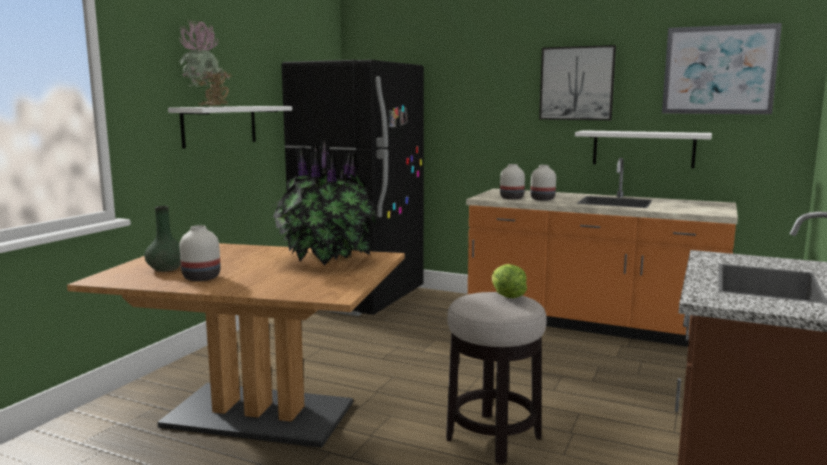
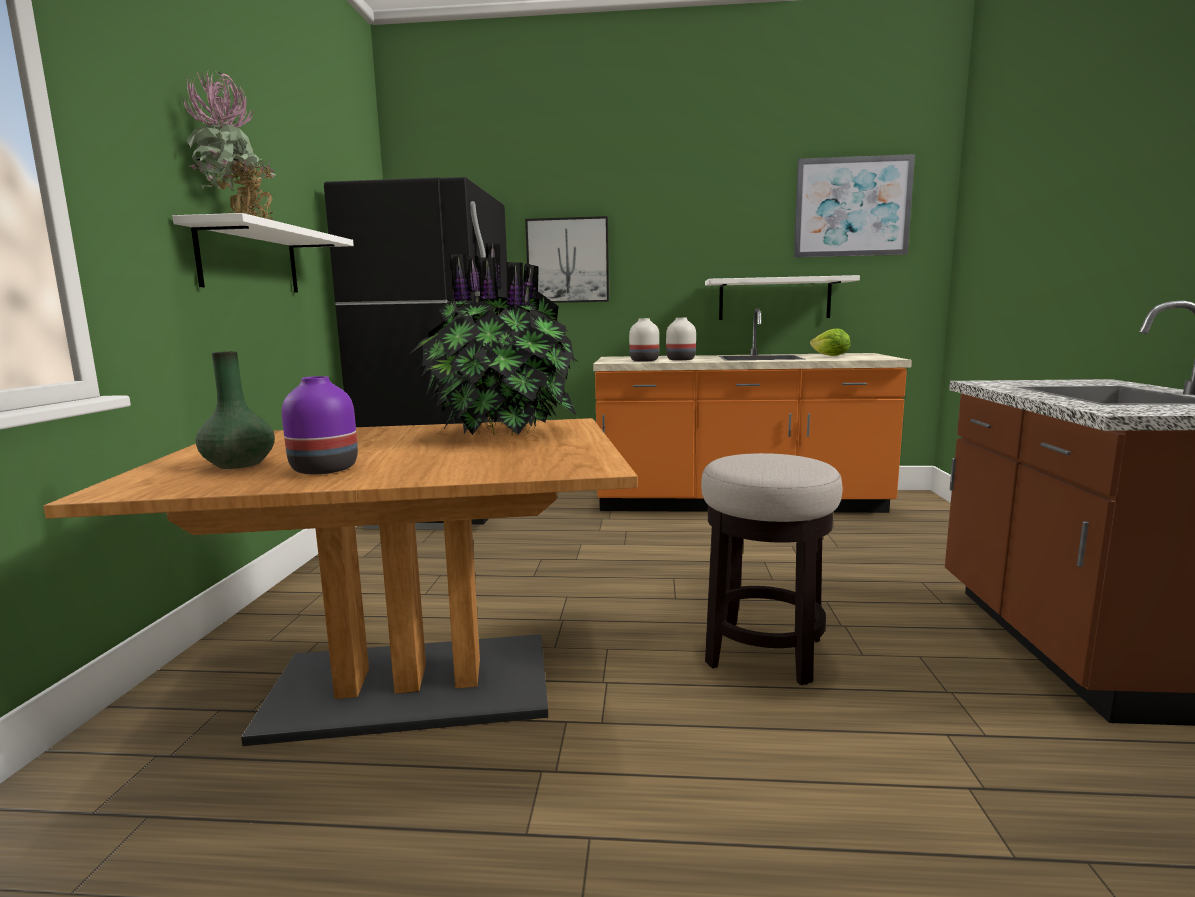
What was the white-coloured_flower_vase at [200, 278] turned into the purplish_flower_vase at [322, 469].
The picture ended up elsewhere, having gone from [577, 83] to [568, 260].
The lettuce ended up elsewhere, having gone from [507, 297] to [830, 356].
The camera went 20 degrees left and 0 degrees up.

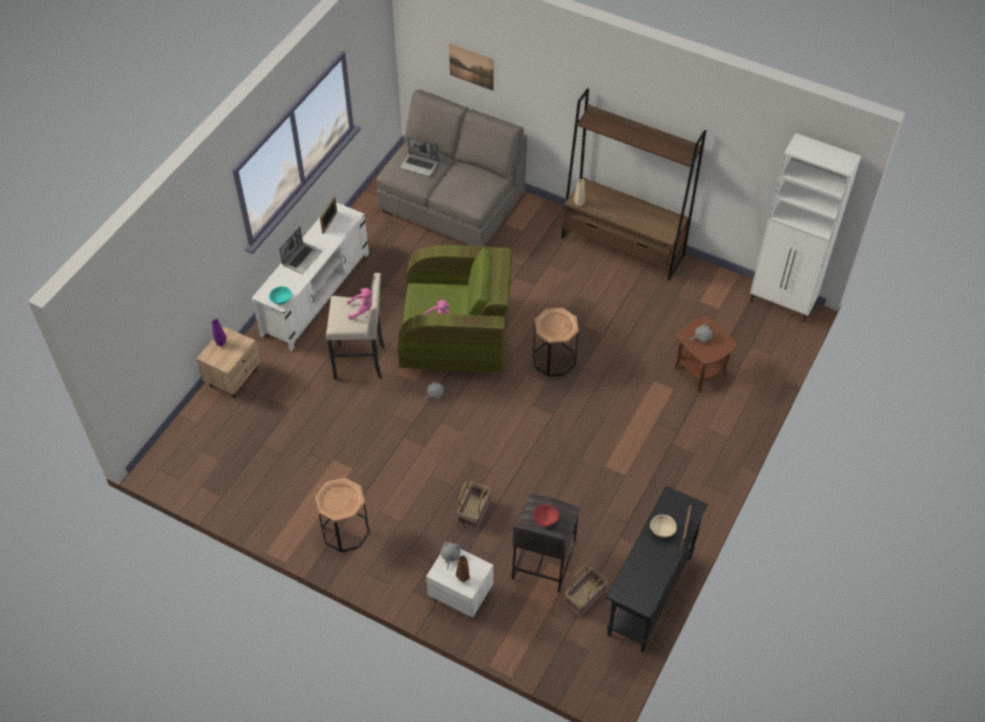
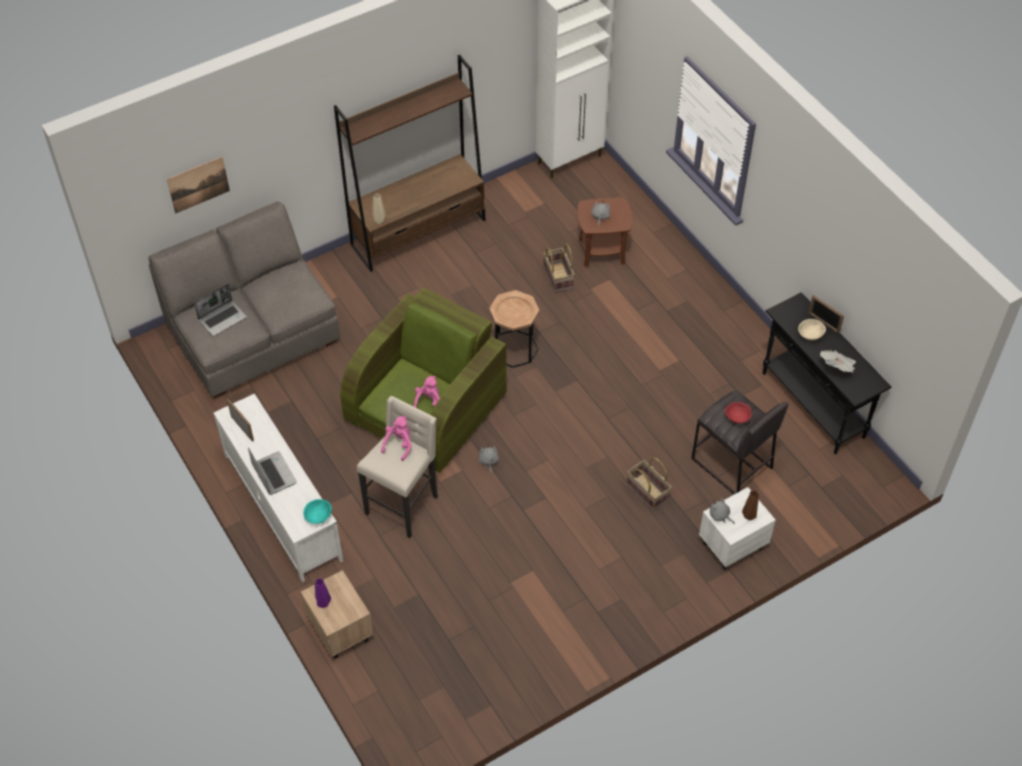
The household_basket ended up elsewhere, having gone from [585, 597] to [558, 278].
The second view gained the printed_paper at [837, 367].
The second view lost the brown-coloured_end_table at [345, 530].
The camera went 60 degrees left and 0 degrees up.

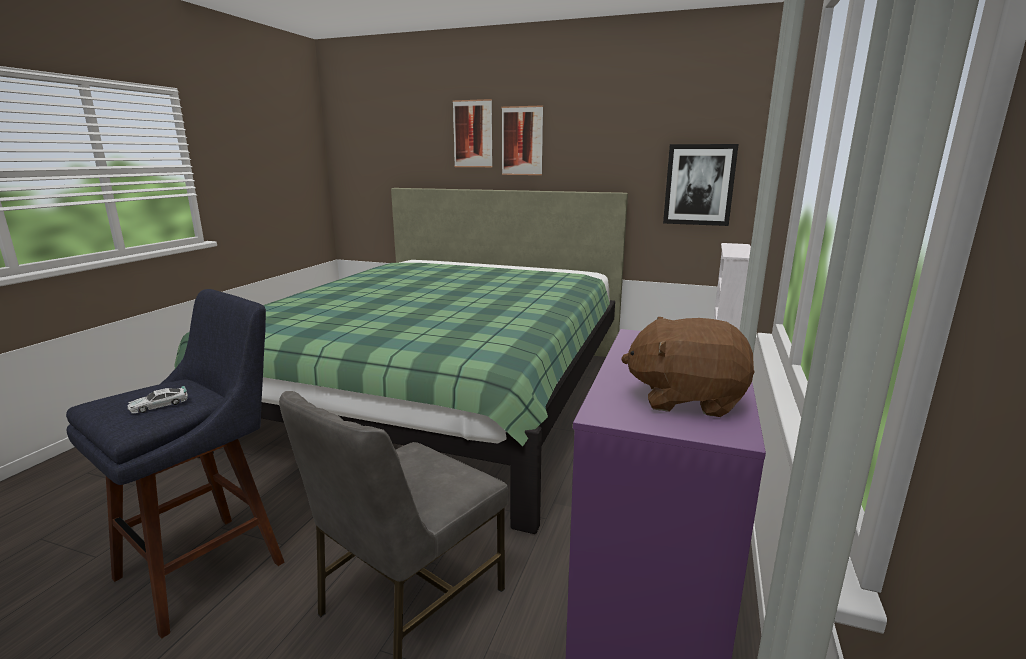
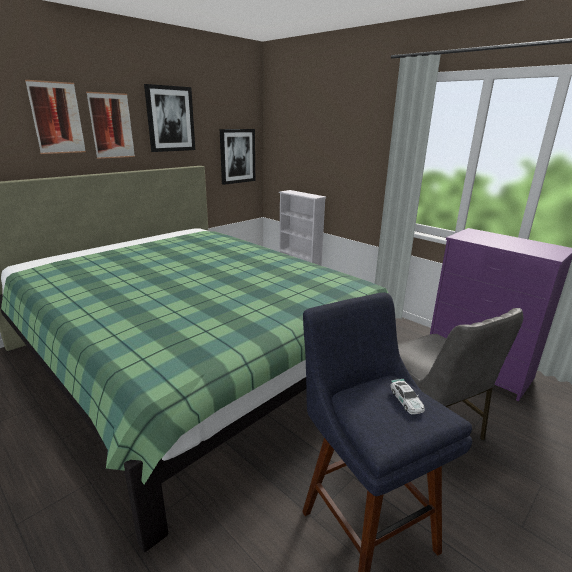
The second view gained the picture at [170, 119].
The second view lost the brown-coloured_plush_toy at [686, 398].
The camera went 65 degrees left and 5 degrees up.

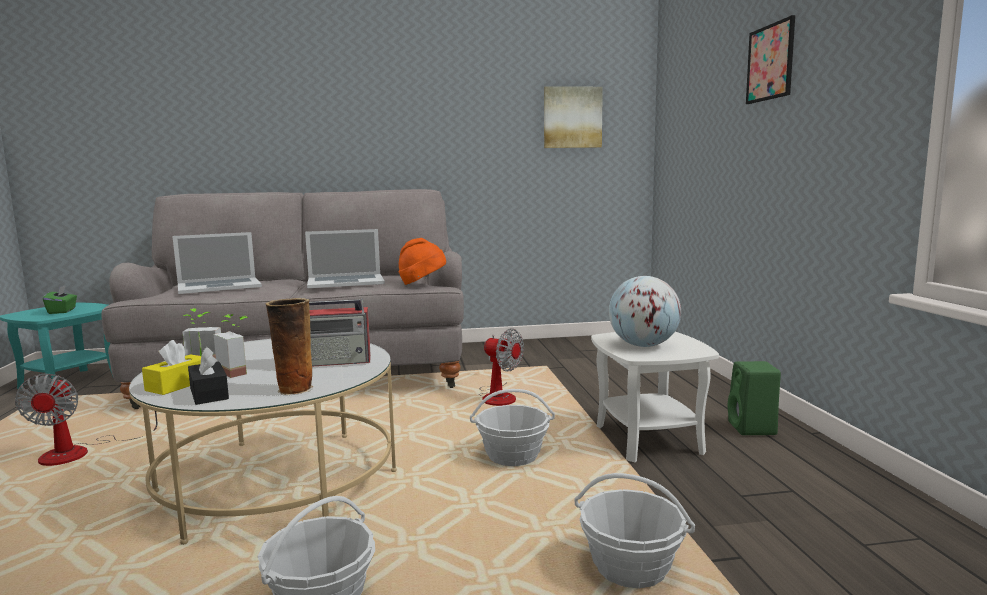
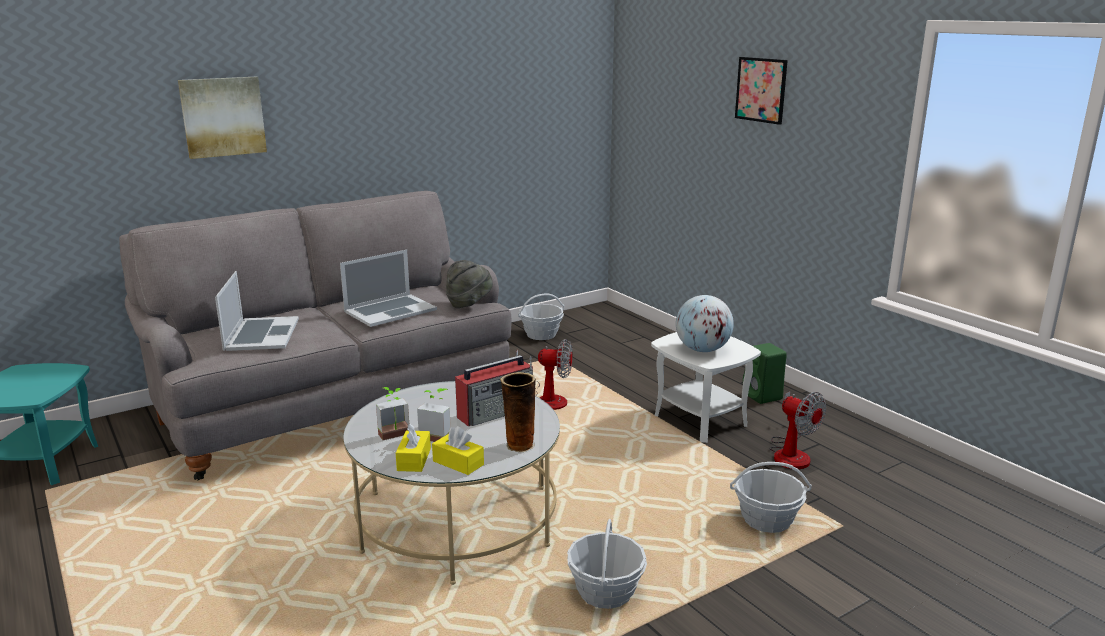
The picture ended up elsewhere, having gone from [572, 117] to [223, 116].
The laptop at [219, 286] ended up facing another way, 45 degrees counterclockwise from before.
What was the black_tissue_holder at [209, 393] turned into the yellow-coloured_tissue_holder at [458, 463].
What was the orangey_hat at [422, 283] turned into the grey_hat at [469, 304].
The household_basket ended up elsewhere, having gone from [513, 457] to [541, 334].
The electric_fan ended up elsewhere, having gone from [82, 452] to [791, 453].
The second view lost the green_tissue_holder at [62, 311].
The camera went 25 degrees left and 10 degrees up.

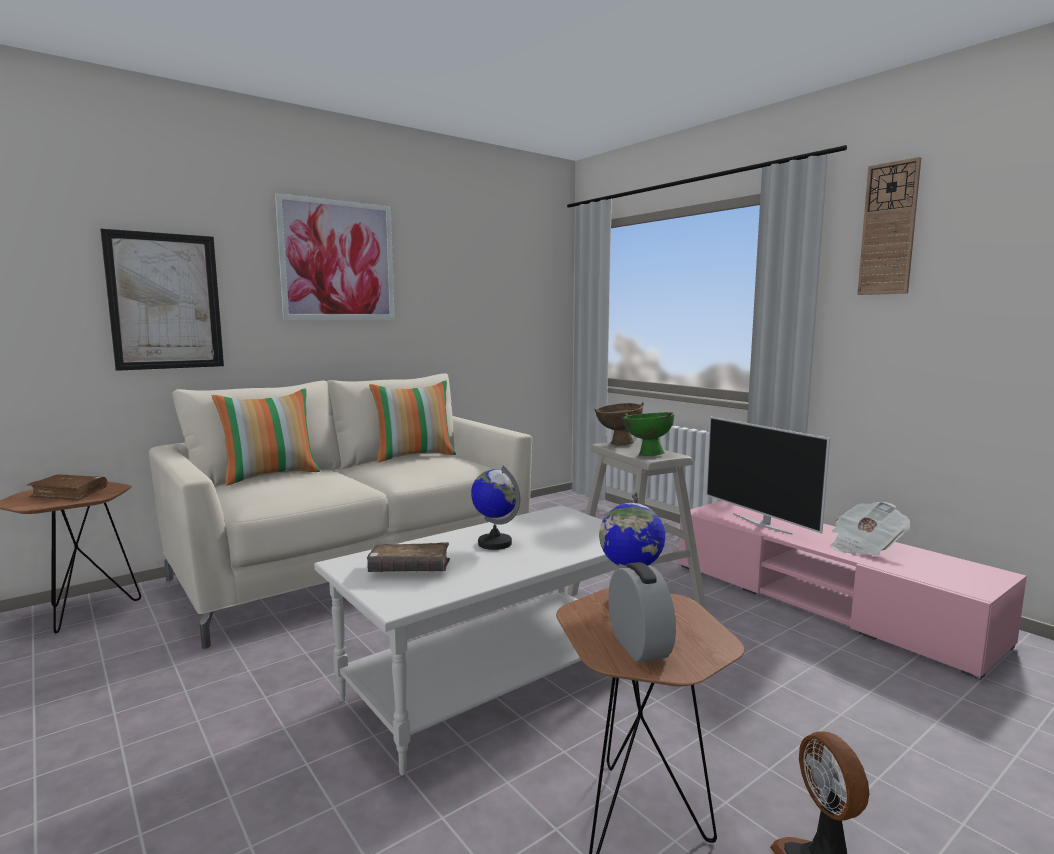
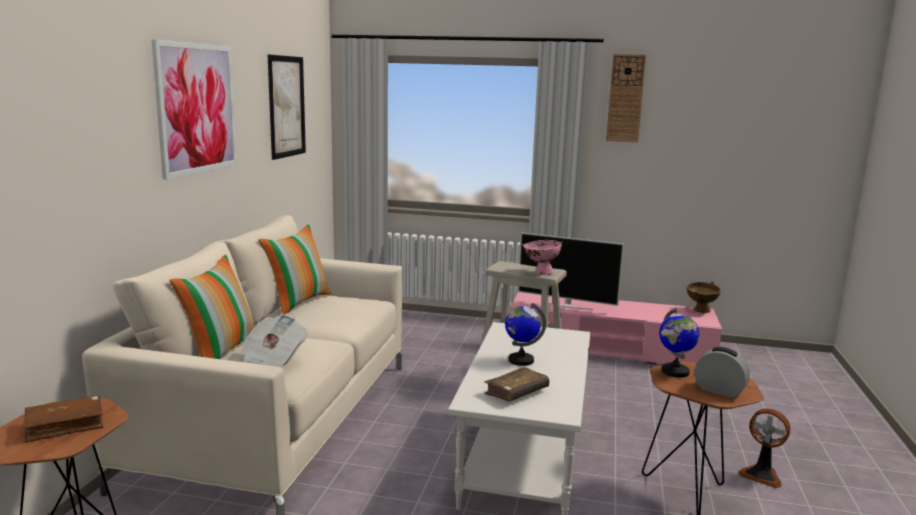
The printed_paper ended up elsewhere, having gone from [864, 547] to [270, 362].
The picture ended up elsewhere, having gone from [165, 301] to [286, 106].
What was the green_deep_dish at [646, 454] turned into the pink_deep_dish at [540, 272].
The brown-coloured_deep_dish ended up elsewhere, having gone from [617, 443] to [700, 311].
The camera went 40 degrees left and 5 degrees up.

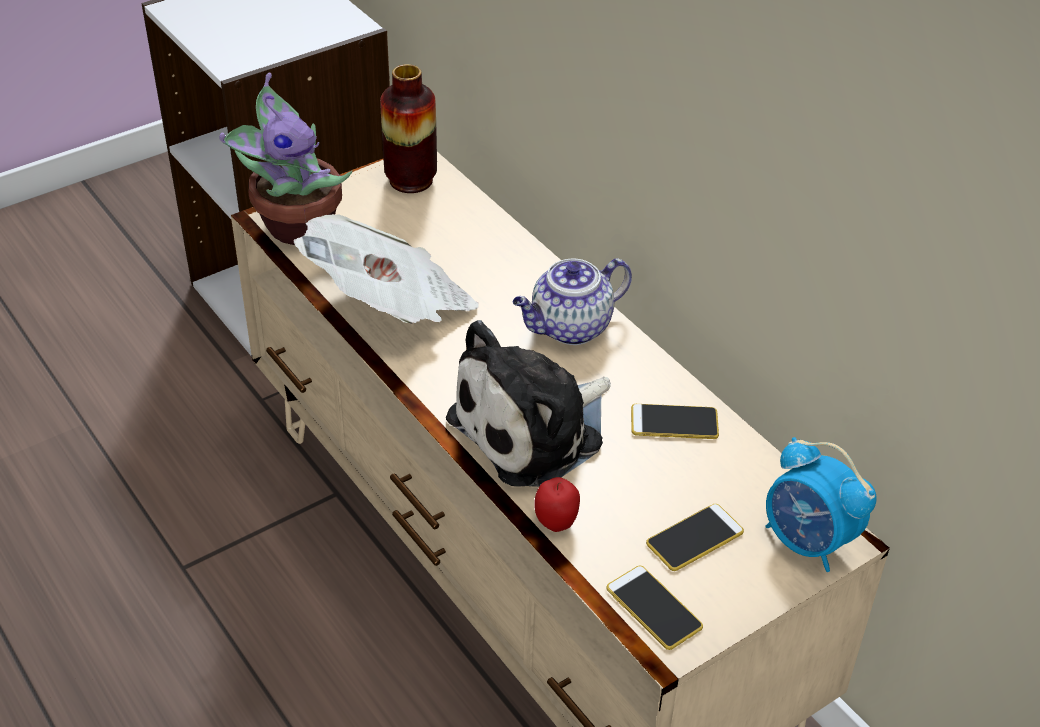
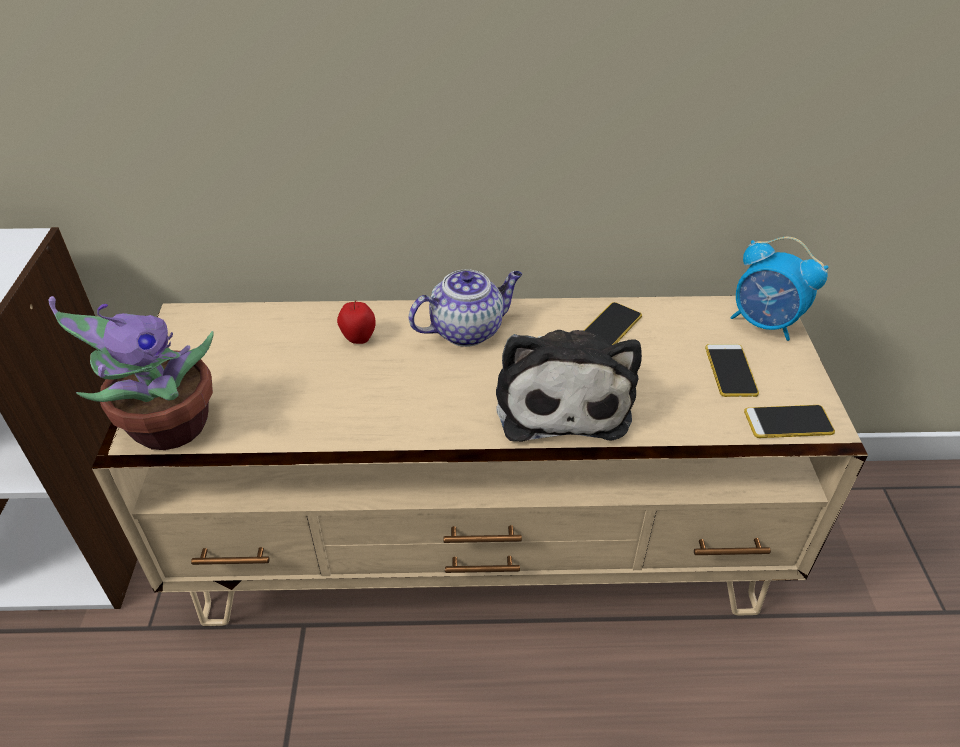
The apple_fruit ended up elsewhere, having gone from [556, 523] to [358, 339].
The pot_for_tea at [570, 328] ended up facing another way, 120 degrees counterclockwise from before.
The bedside_clock at [808, 542] ended up facing another way, 45 degrees clockwise from before.
The second view lost the printed_paper at [391, 306].
The second view lost the flower_vase at [411, 180].
The camera went 55 degrees left and 0 degrees up.

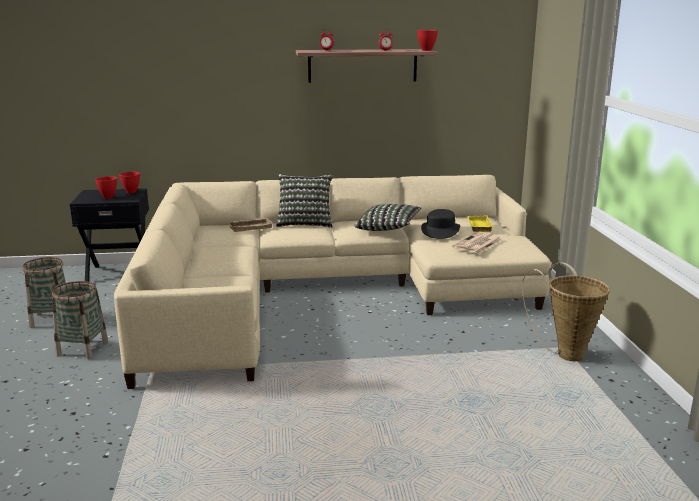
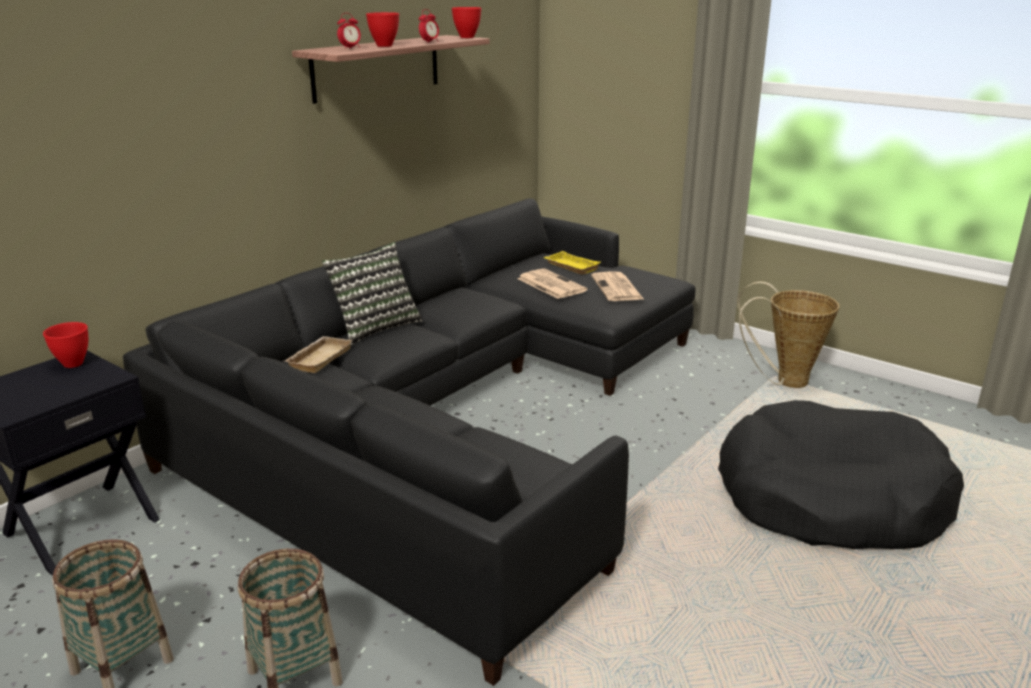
What was the beige-coloured_sofa at [324, 291] turned into the black_sofa at [451, 416].
The red-coloured_deep_dish ended up elsewhere, having gone from [109, 197] to [385, 46].
Where the black_hat stood at [440, 231], the printed_paper came to stand at [550, 284].
The second view gained the black_dog_bed at [829, 499].
The second view lost the throw_pillow at [388, 229].
The camera went 45 degrees left and 5 degrees up.

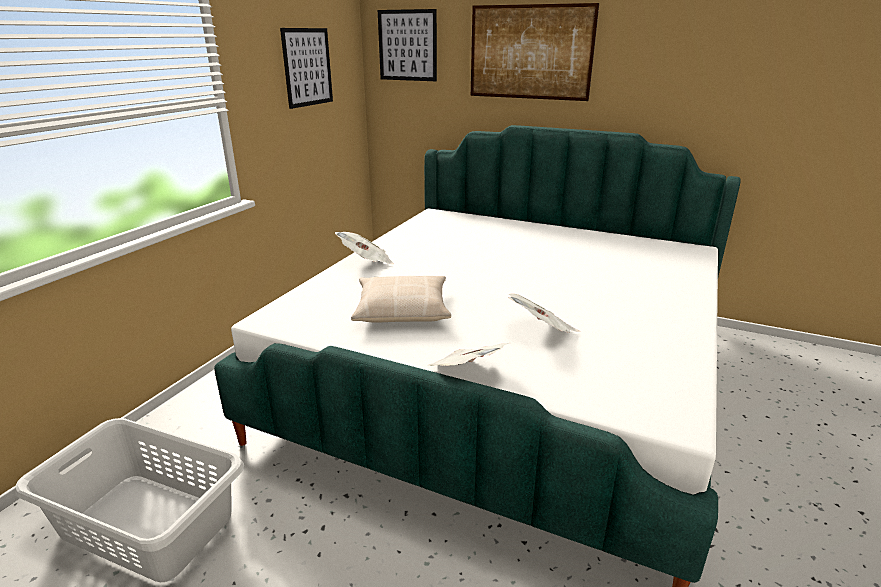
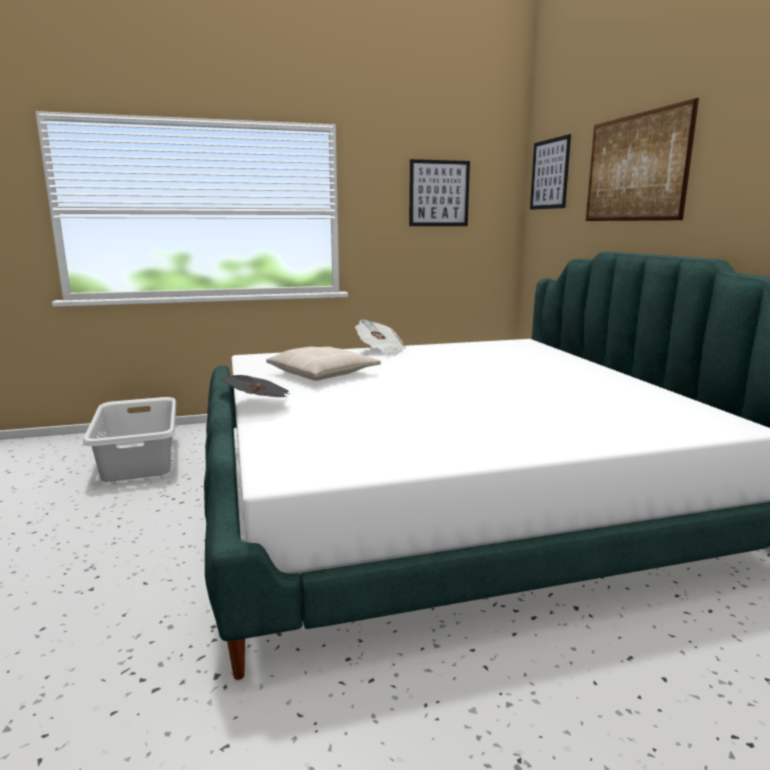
The second view lost the printed_paper at [542, 331].
The camera went 50 degrees right and 10 degrees down.

